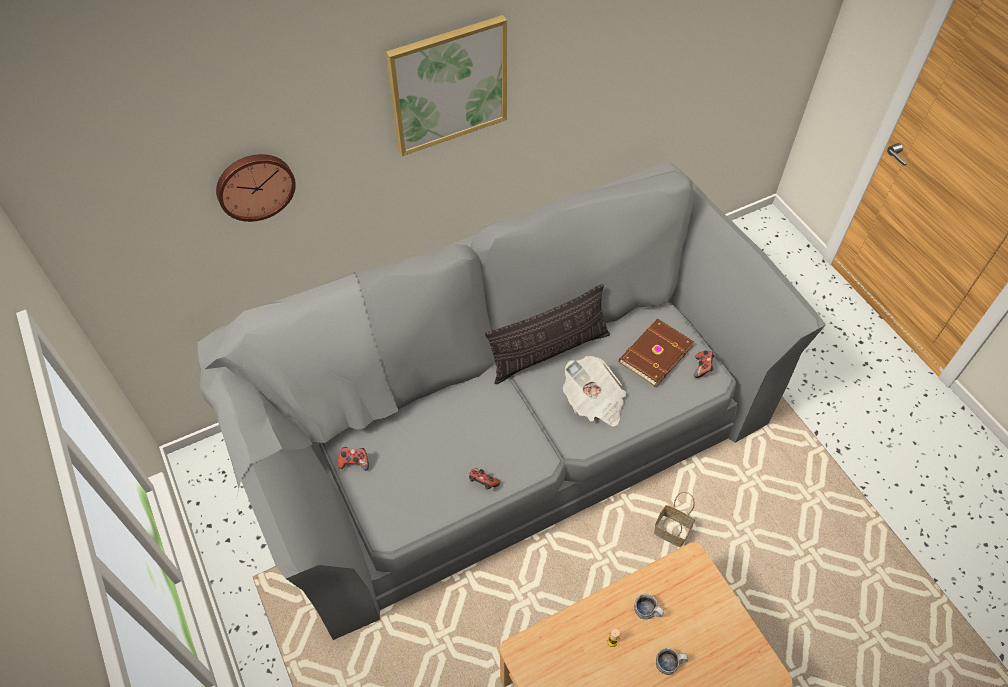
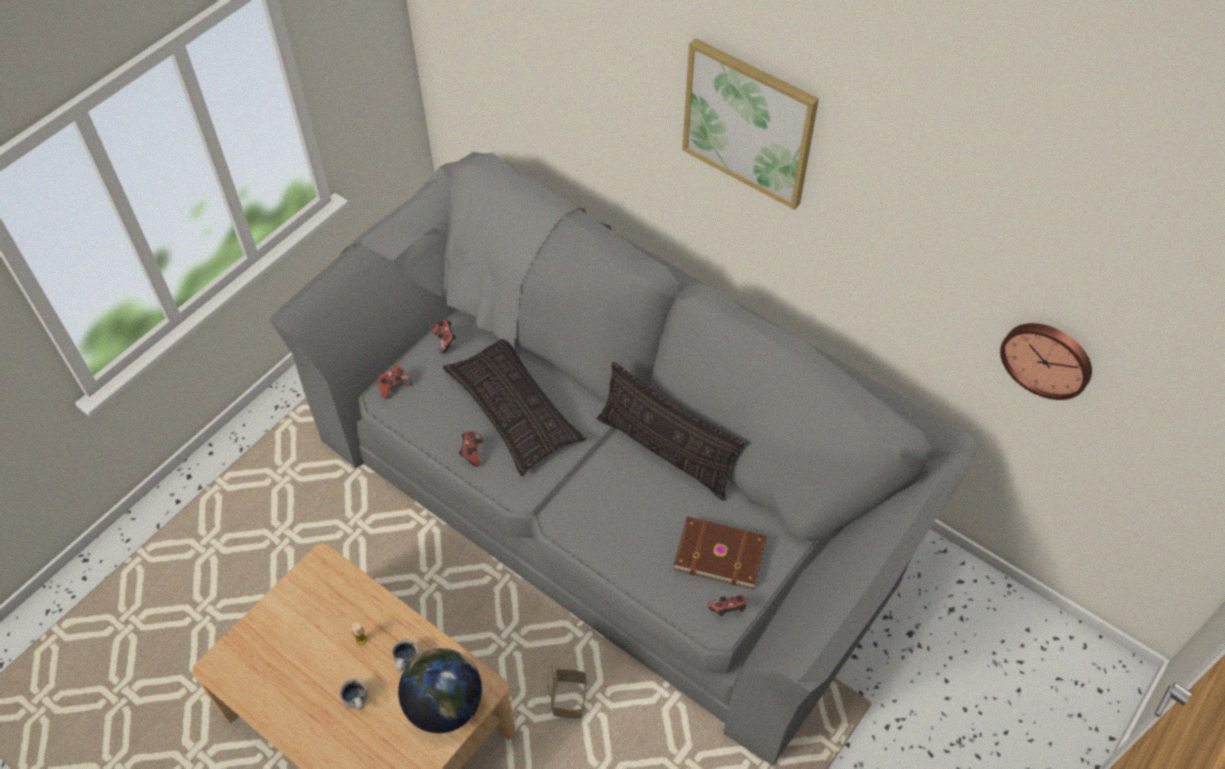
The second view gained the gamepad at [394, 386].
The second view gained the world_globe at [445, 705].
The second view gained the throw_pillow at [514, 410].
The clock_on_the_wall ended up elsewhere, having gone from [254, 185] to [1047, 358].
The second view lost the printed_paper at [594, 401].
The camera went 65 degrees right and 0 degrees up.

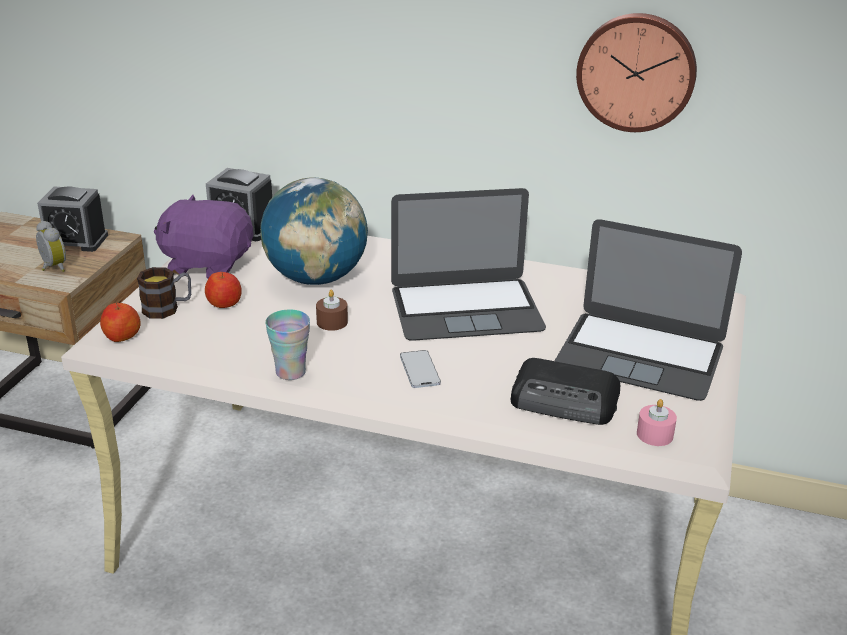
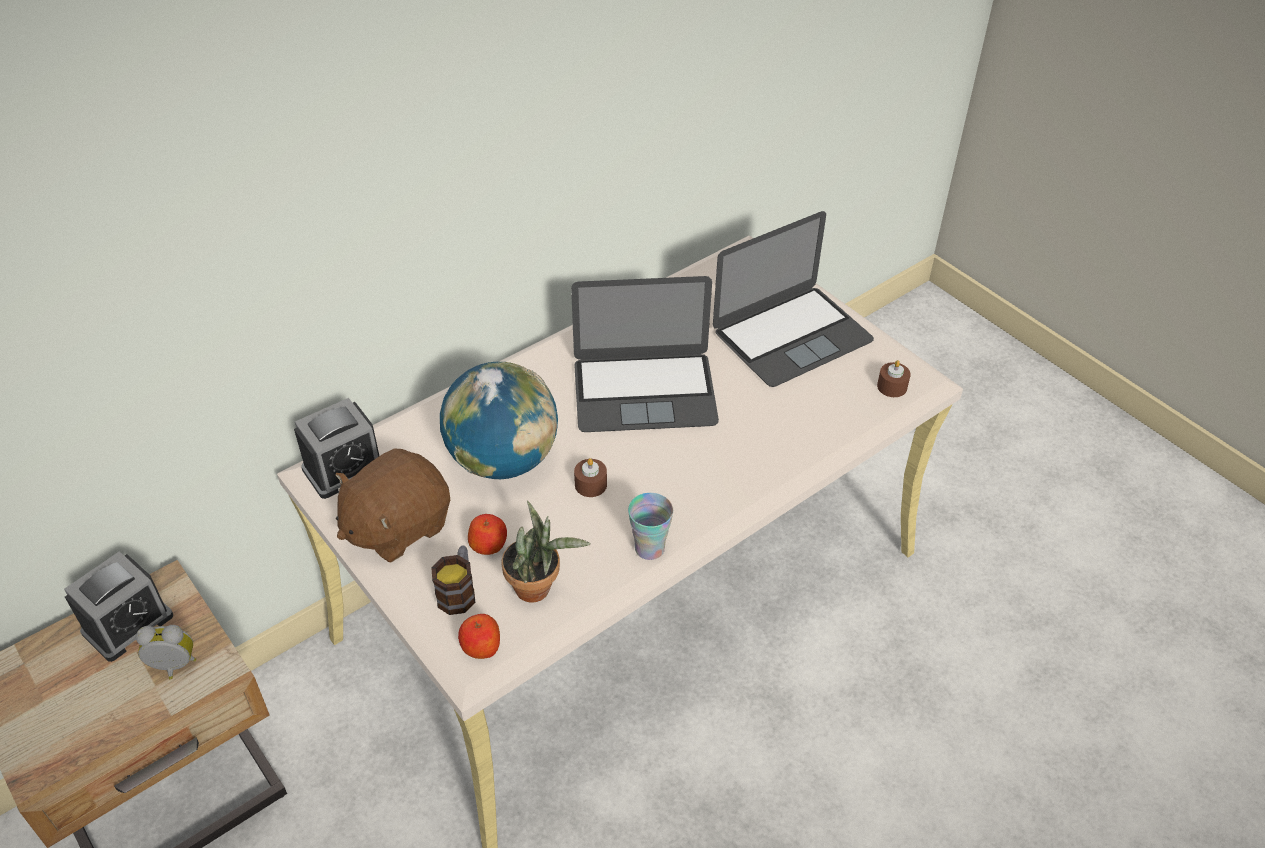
What was the purplish_plush_toy at [207, 264] turned into the brown-coloured_plush_toy at [396, 526].
The second view gained the plant_in_a_pot at [538, 588].
The laptop at [466, 309] ended up facing another way, 60 degrees clockwise from before.
What was the pink_candle at [654, 434] turned into the brown-coloured_candle at [892, 386].
The second view lost the phone at [419, 370].
The second view lost the radio_receiver at [566, 401].
The second view lost the clock_on_the_wall at [636, 71].
The camera went 55 degrees left and 15 degrees up.

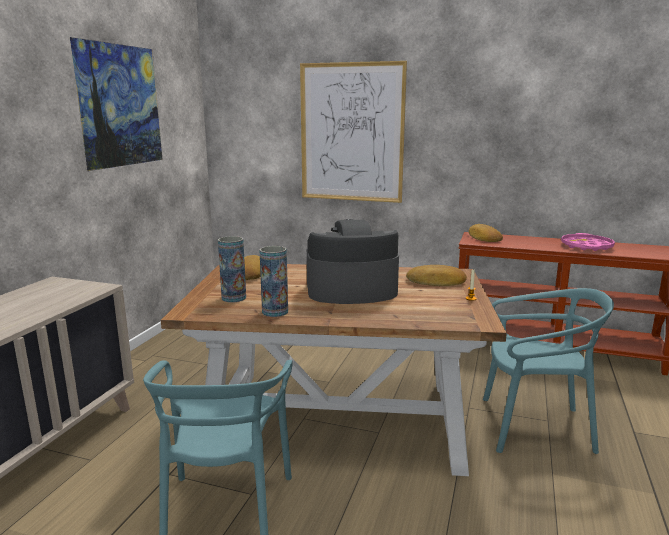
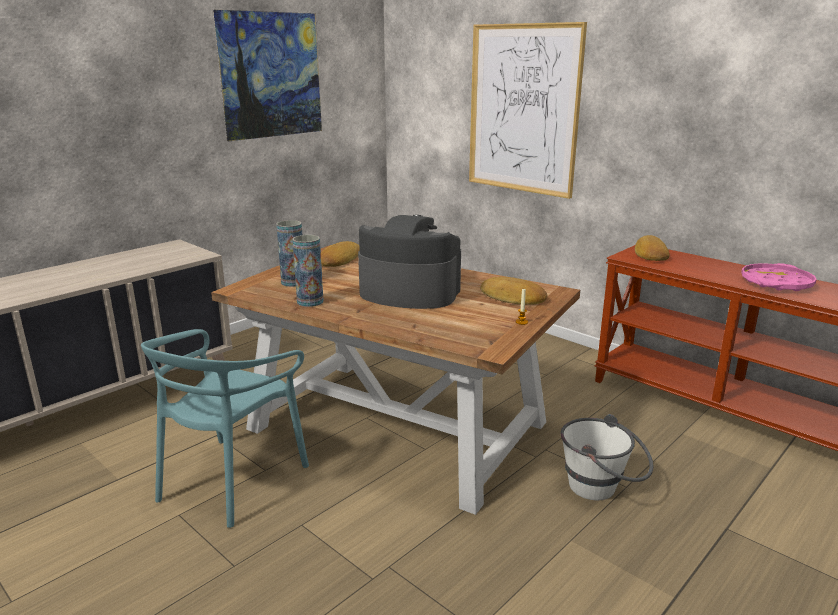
Where the turquoise-coloured_chair stood at [534, 427], the white-coloured_water_bucket came to stand at [602, 489].
The camera went 25 degrees right and 5 degrees up.

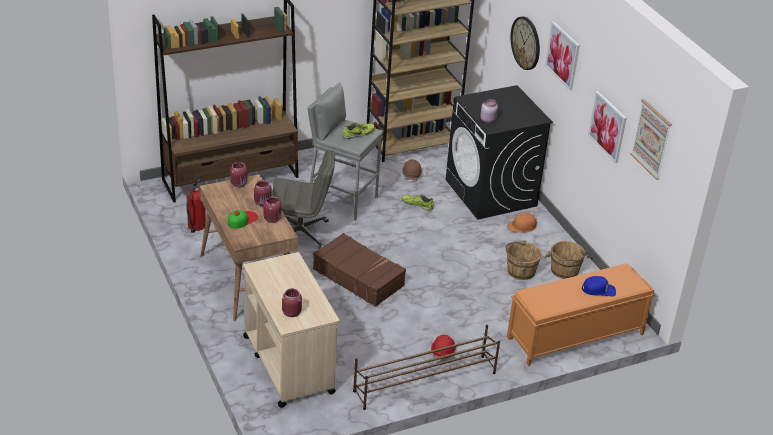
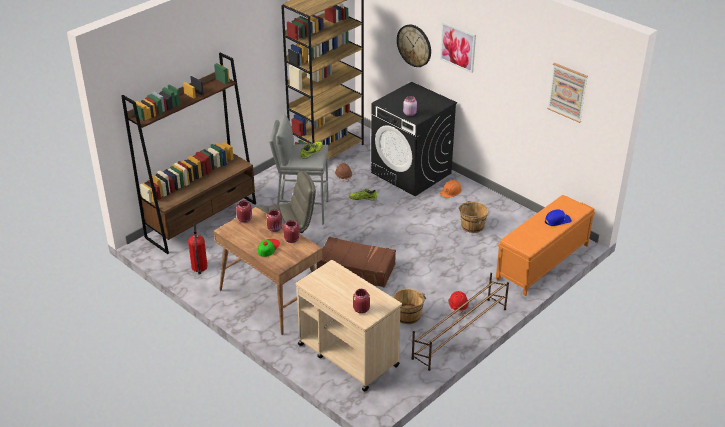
The brown-coloured_water_bucket ended up elsewhere, having gone from [564, 271] to [408, 316].
The second view lost the picture at [607, 126].
The camera went 20 degrees left and 0 degrees up.

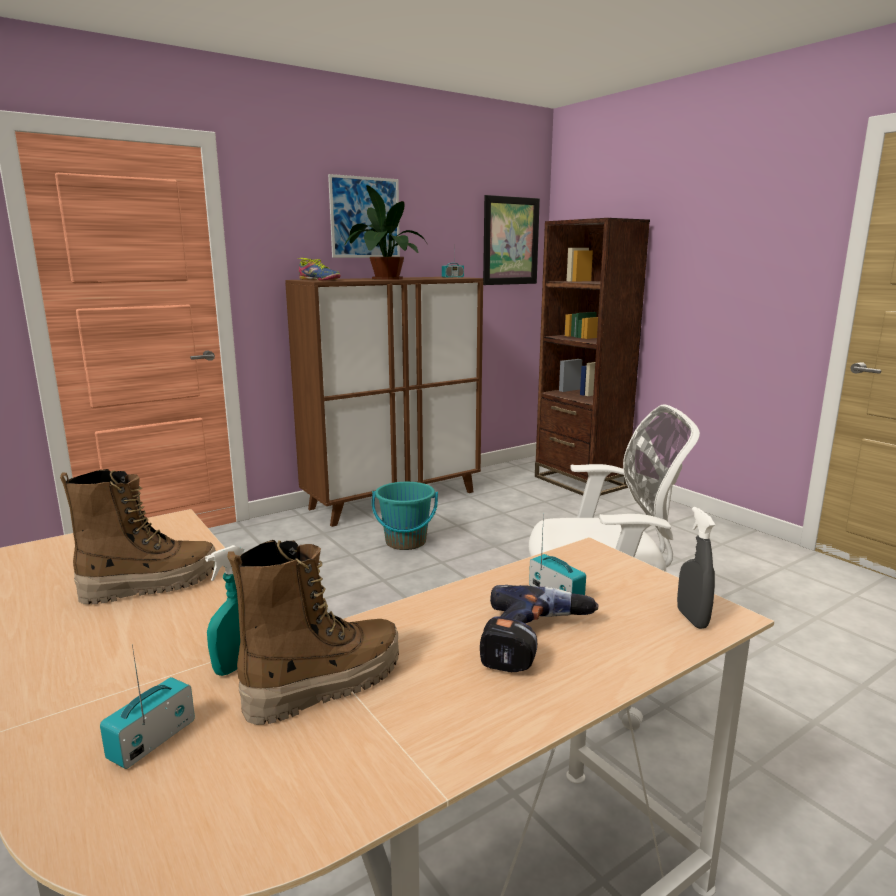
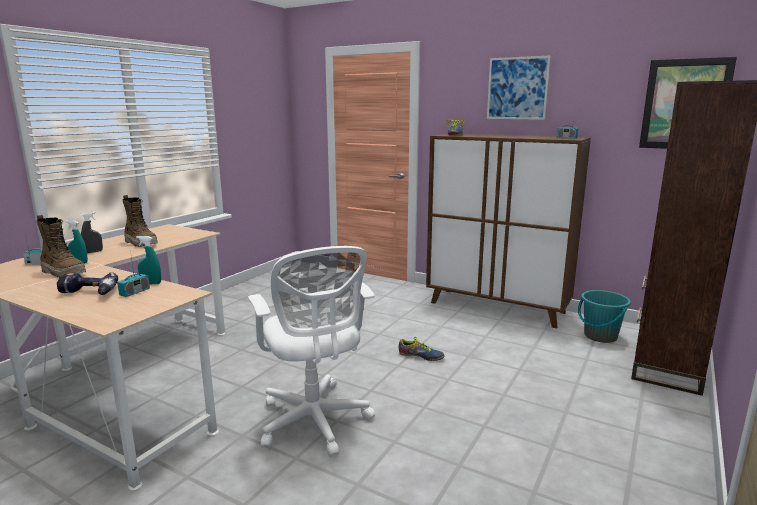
The grey_sprayer ended up elsewhere, having gone from [692, 618] to [93, 252].
The second view gained the turquoise-coloured_sprayer at [151, 283].
The second view gained the low_shoe at [420, 356].
The turquoise-coloured_water_bucket ended up elsewhere, having gone from [405, 542] to [600, 336].
The second view lost the plant_in_a_pot at [384, 279].
The camera went 65 degrees right and 0 degrees up.

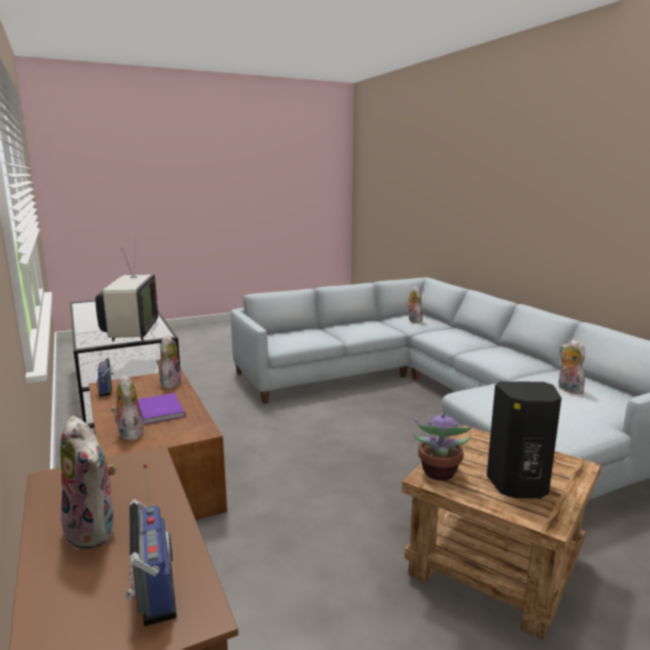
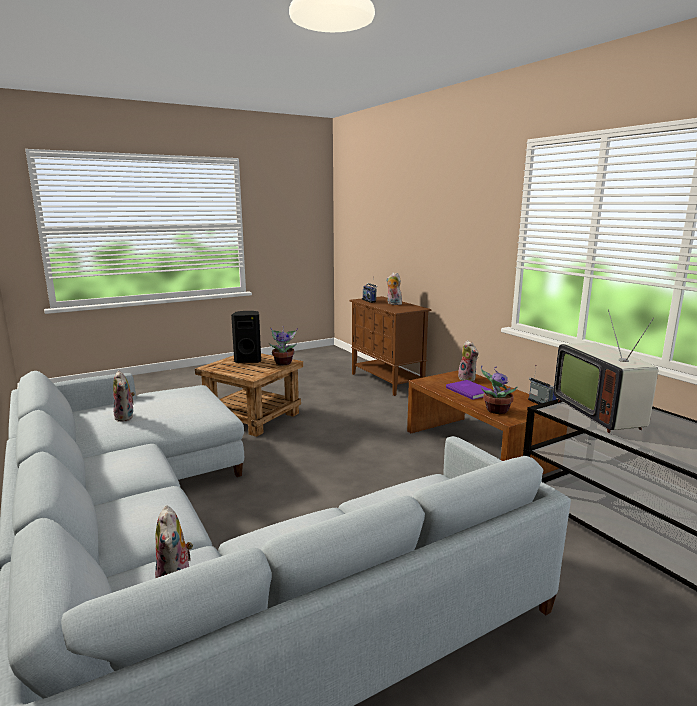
Where the plush_toy stood at [170, 383], the plant_in_a_pot came to stand at [495, 410].
The camera went 175 degrees right and 0 degrees up.

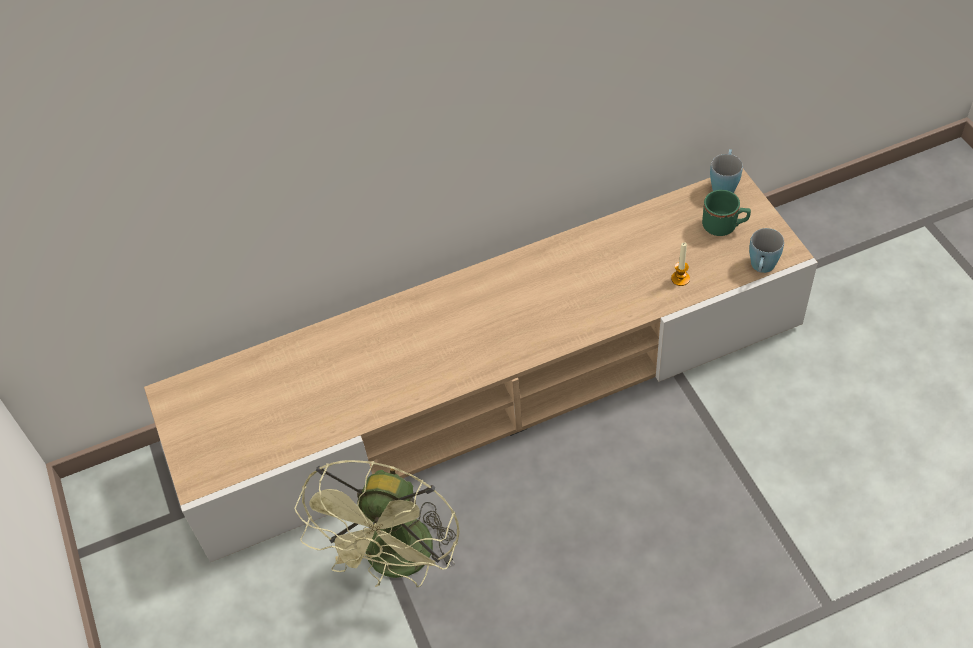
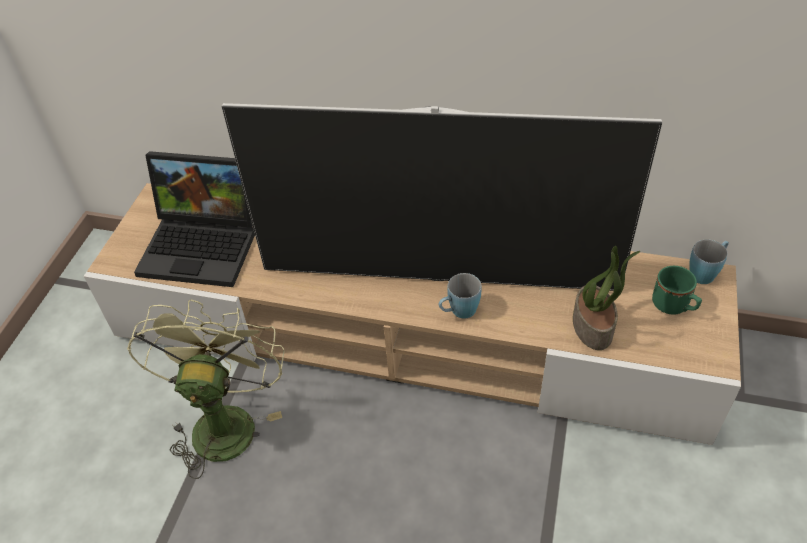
The green_electric_fan at [398, 563] ended up facing another way, 135 degrees clockwise from before.
The second view gained the laptop at [204, 245].
The second view gained the TV at [438, 278].
The bluish_tea_mug ended up elsewhere, having gone from [761, 268] to [458, 312].
Where the candle stood at [680, 279], the plant_in_a_pot came to stand at [593, 327].
The camera went 35 degrees right and 5 degrees down.

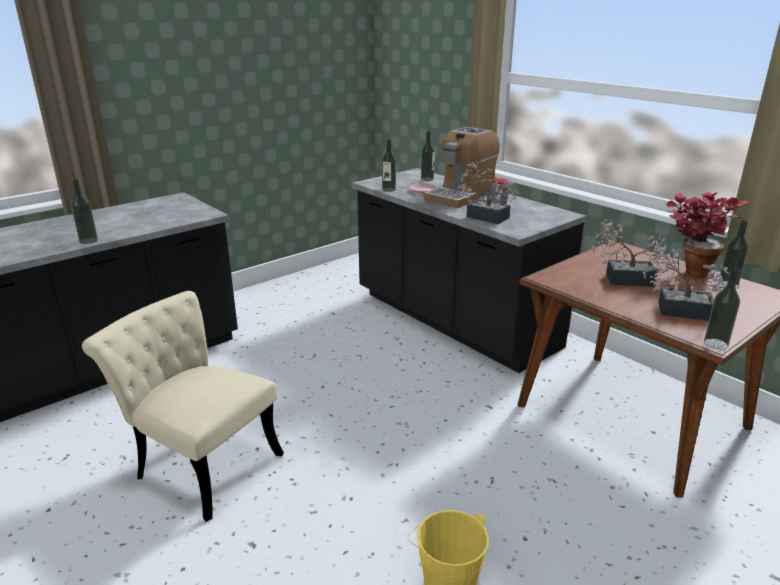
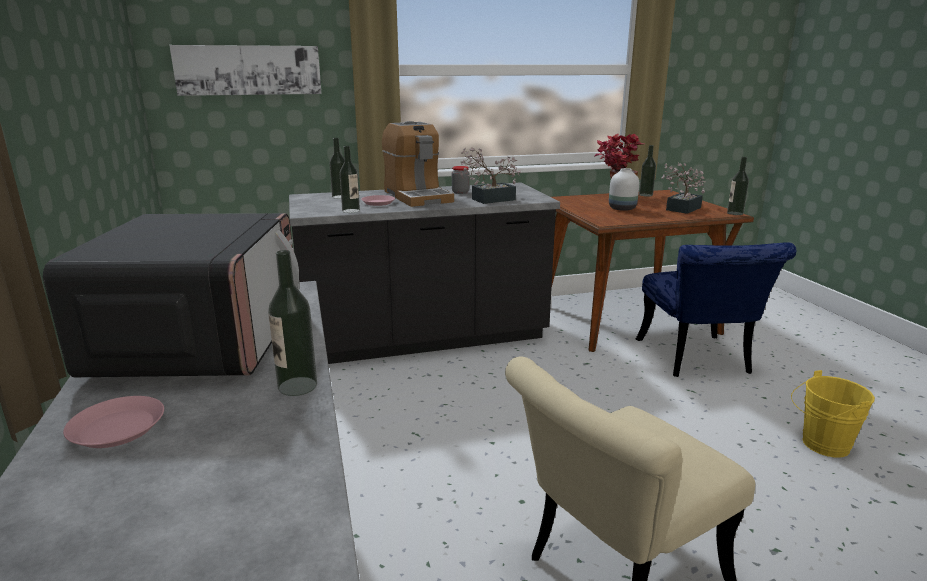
The second view gained the microwave at [202, 340].
The second view gained the pink_flat_dish at [117, 428].
The second view gained the picture at [249, 70].
Where the plant_in_a_pot stood at [623, 279], the white-coloured_flower_vase came to stand at [621, 208].
The second view gained the bluish_chair at [697, 361].
The camera went 65 degrees left and 5 degrees down.

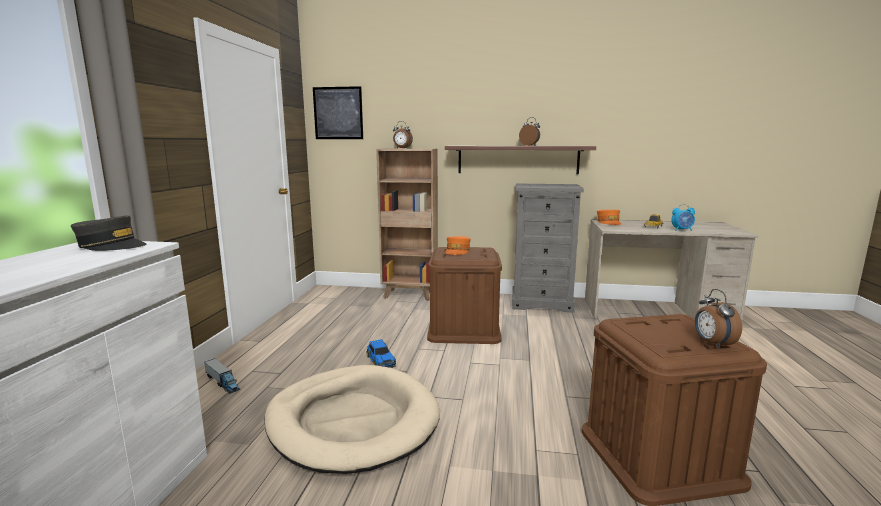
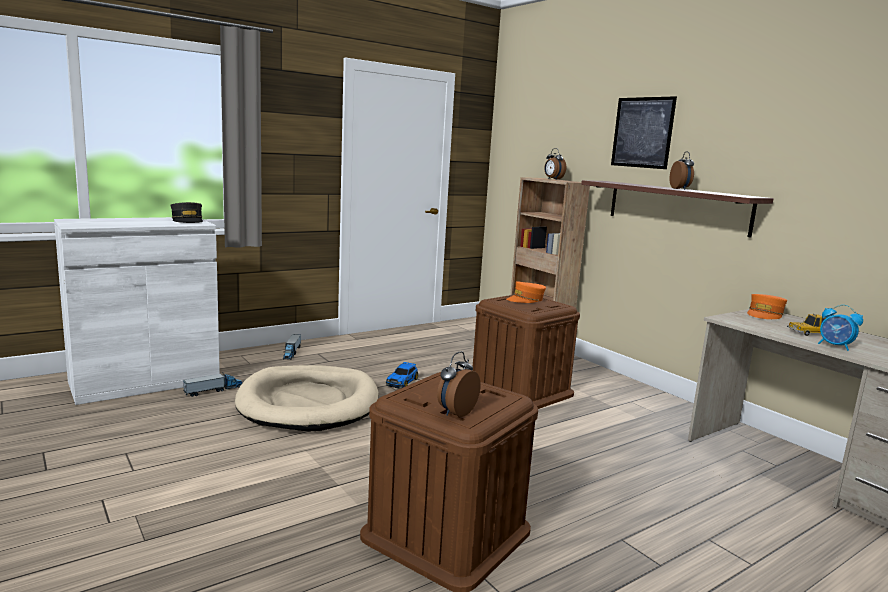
The second view gained the toy_lorry at [214, 390].
The picture ended up elsewhere, having gone from [338, 113] to [642, 132].
The second view lost the grey_chest_of_drawers at [541, 303].
The camera went 45 degrees right and 0 degrees up.

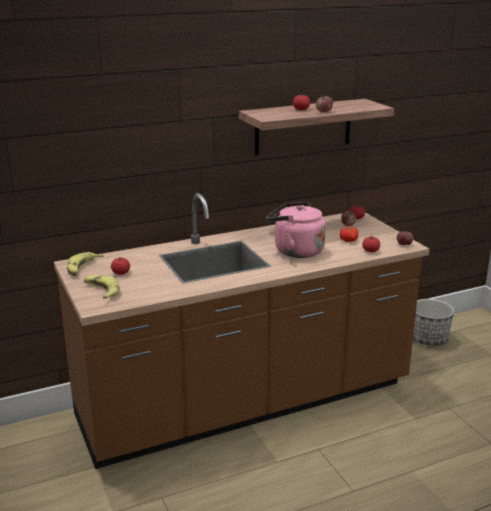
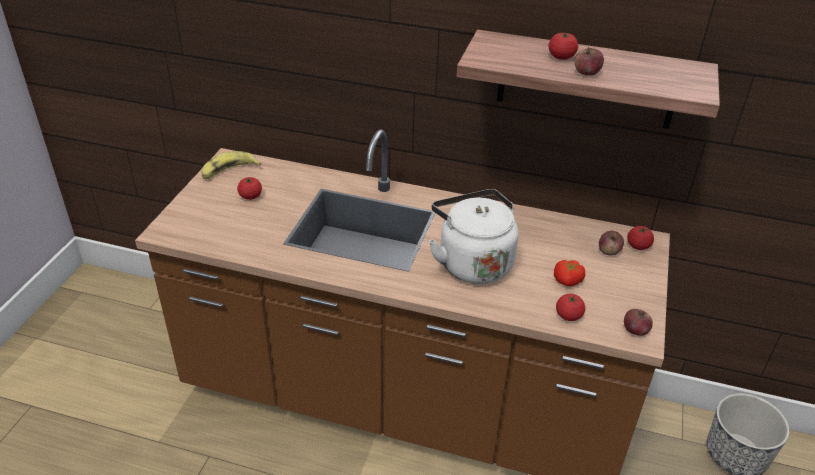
What was the pink_water_kettle at [295, 251] turned into the white-coloured_water_kettle at [472, 262].
The second view lost the whole_banana at [101, 291].
The camera went 40 degrees right and 15 degrees up.

